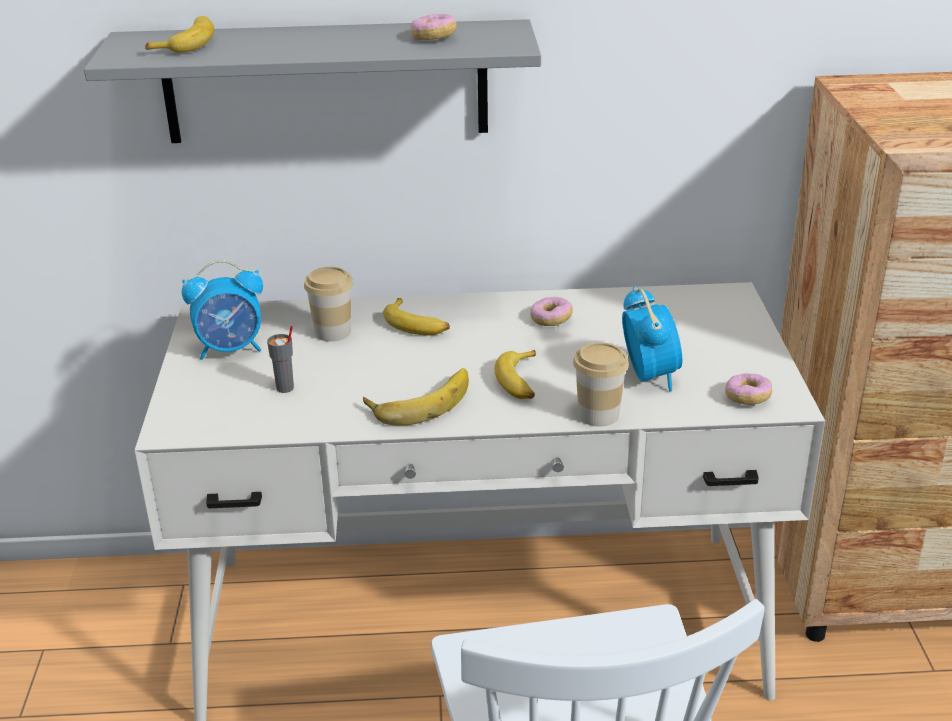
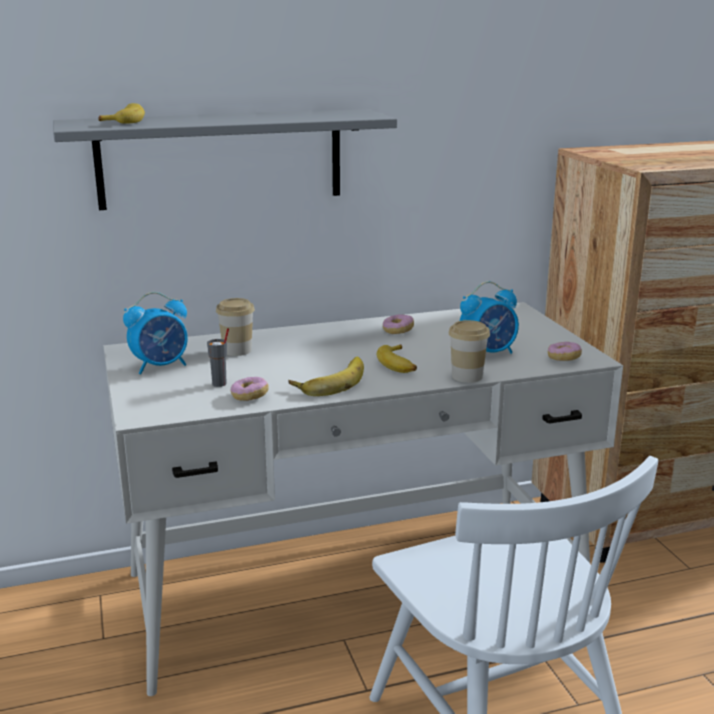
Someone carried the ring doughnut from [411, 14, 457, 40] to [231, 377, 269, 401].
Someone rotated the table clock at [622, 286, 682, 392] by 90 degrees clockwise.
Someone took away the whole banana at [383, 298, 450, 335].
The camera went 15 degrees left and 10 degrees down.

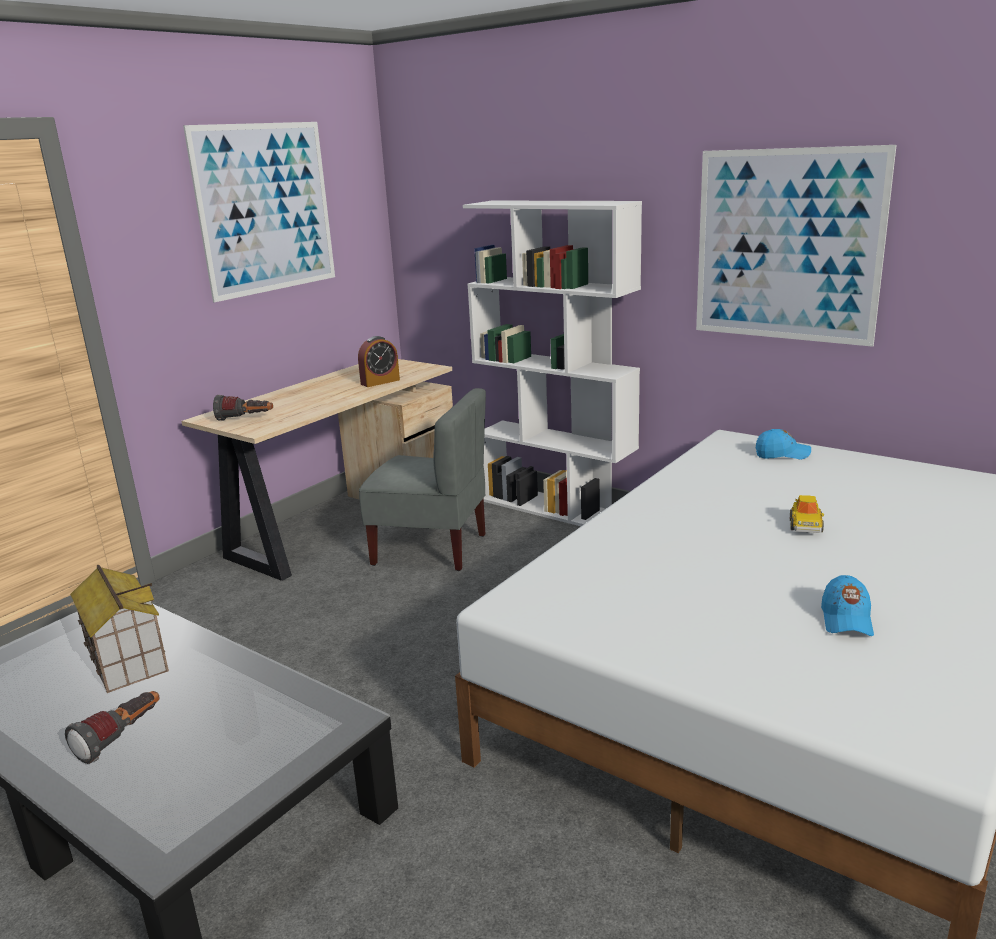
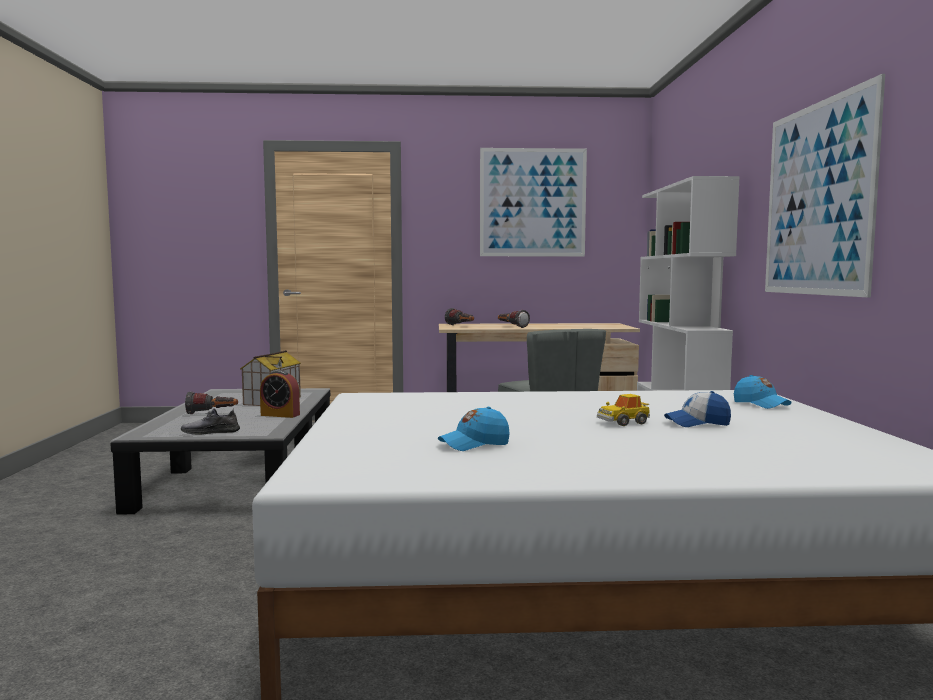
Someone put down the grey shoe at [181, 408, 240, 435].
Someone carried the table clock from [358, 336, 400, 387] to [260, 370, 300, 418].
Someone put down the torch at [498, 310, 530, 328].
Someone put down the peaked cap at [664, 391, 731, 427].
The camera went 50 degrees right and 15 degrees down.

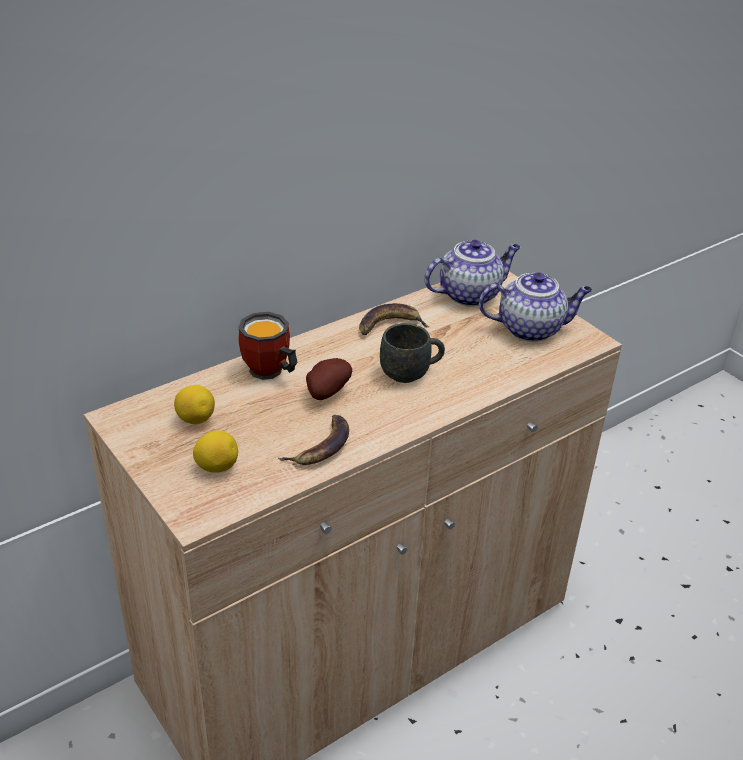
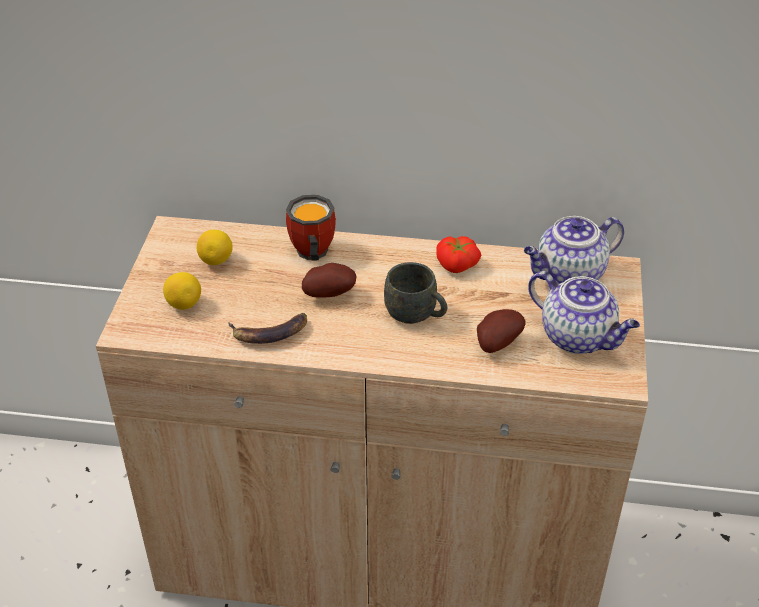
Someone swapped the whole banana at [359, 303, 430, 335] for the whole tomato at [436, 236, 481, 273].
Someone put down the spud at [477, 309, 525, 353].
Someone rotated the tea pot at [424, 240, 520, 306] by 135 degrees clockwise.
The camera went 45 degrees right and 5 degrees up.

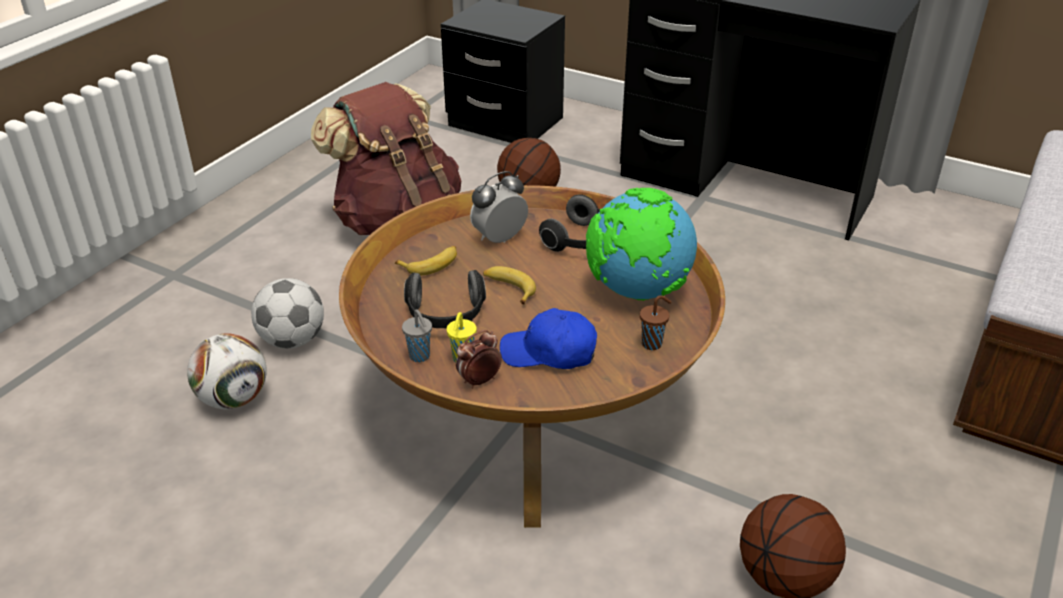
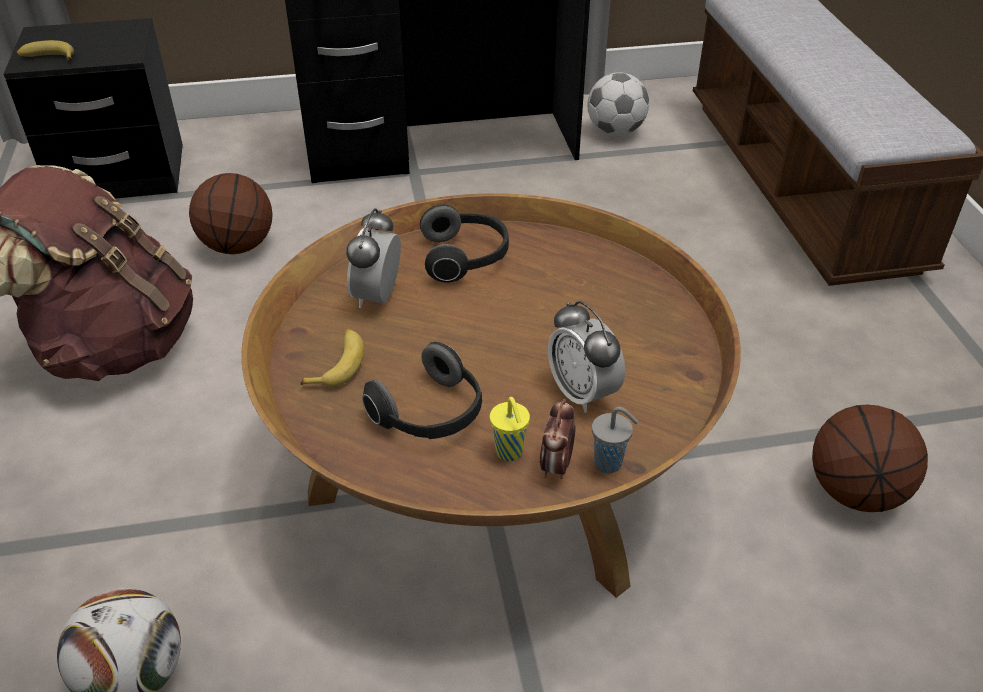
Someone carried the whole banana from [483, 266, 536, 305] to [16, 40, 74, 61].
Someone swapped the blue peaked cap at [500, 308, 597, 369] for the table clock at [548, 301, 625, 413].
Someone carried the ball for football from [251, 278, 324, 349] to [587, 72, 649, 136].
Someone carried the grey drinking cup from [402, 309, 432, 362] to [592, 407, 639, 473].
Someone took away the desk globe at [586, 188, 697, 301].
Someone took away the brown drinking cup at [640, 295, 671, 350].
The camera went 40 degrees left and 5 degrees up.

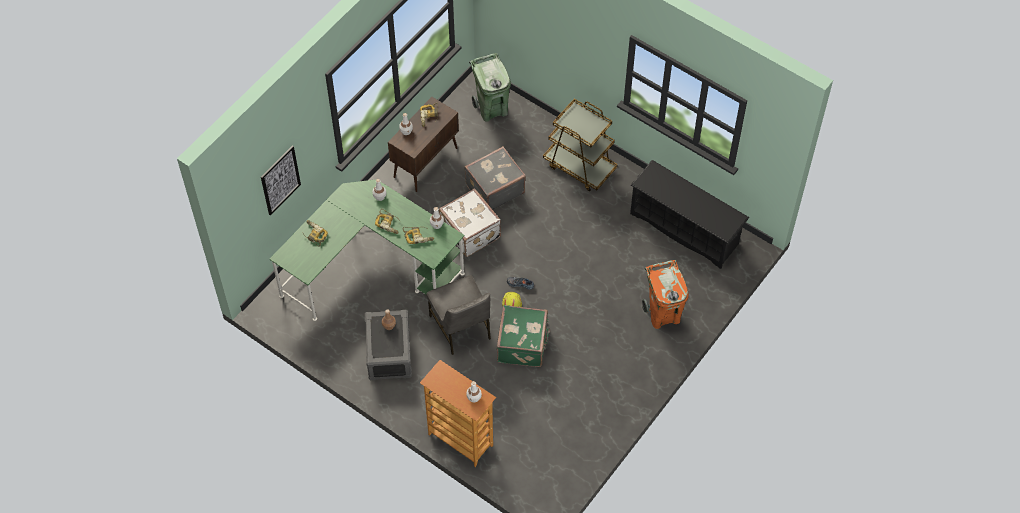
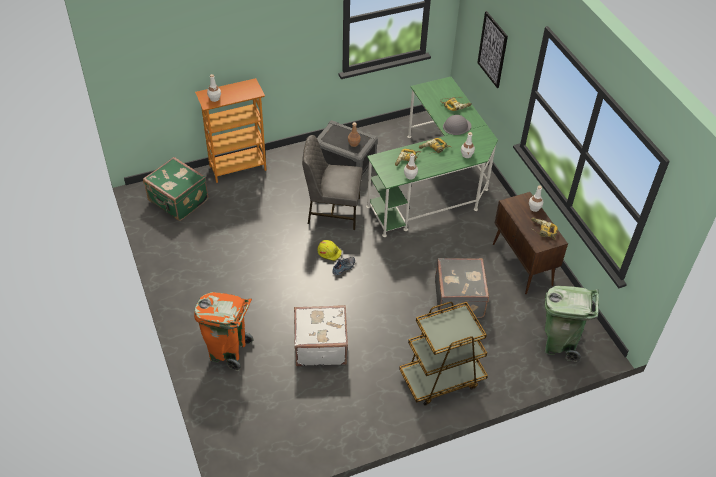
Someone carried the green suitcase from [497, 305, 550, 367] to [143, 157, 209, 221].
Someone carried the whitish suitcase from [439, 188, 501, 257] to [294, 305, 348, 366].
Someone put down the grey safety helmet at [443, 115, 471, 135].
Someone took away the blackish shoe shelf at [630, 160, 749, 269].
The camera went 120 degrees right and 10 degrees down.

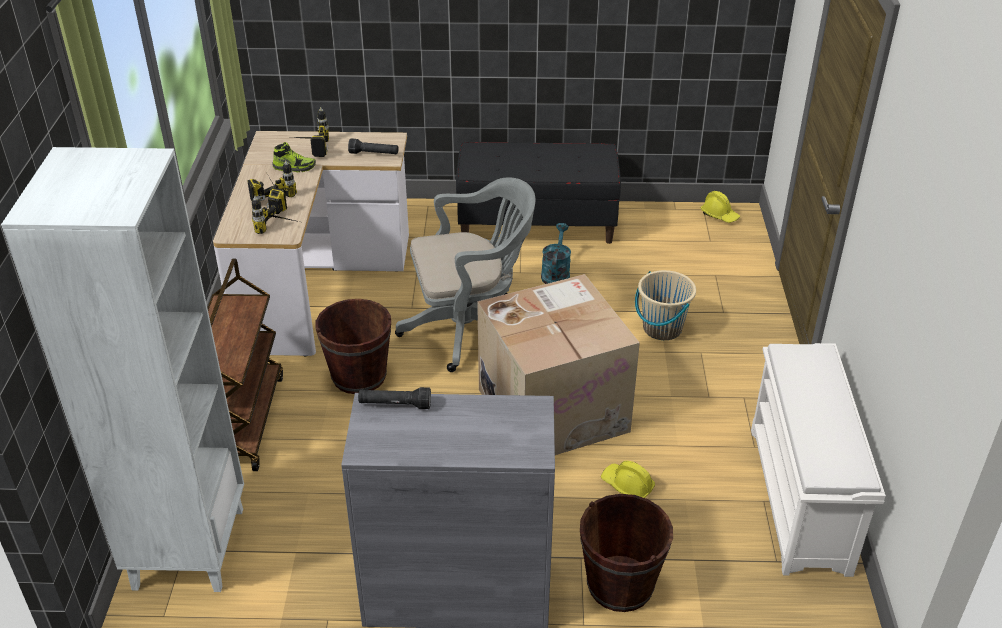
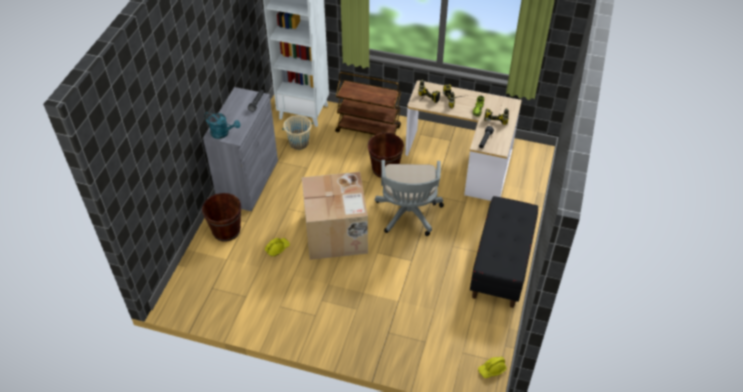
Someone carried the turquoise watering can from [541, 223, 571, 284] to [204, 112, 240, 139].
Someone carried the beige bucket from [635, 270, 696, 340] to [282, 115, 313, 150].
Someone took away the whitish shoe shelf at [751, 343, 886, 577].
The camera went 105 degrees right and 10 degrees up.

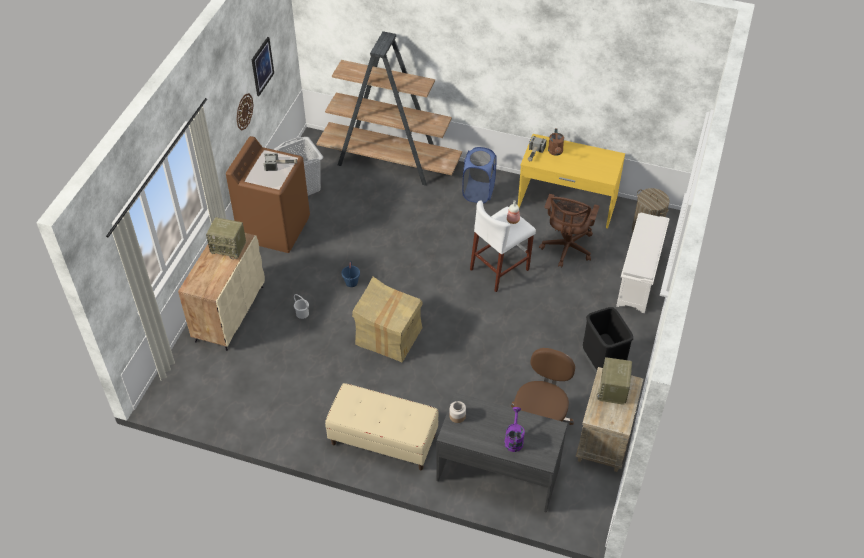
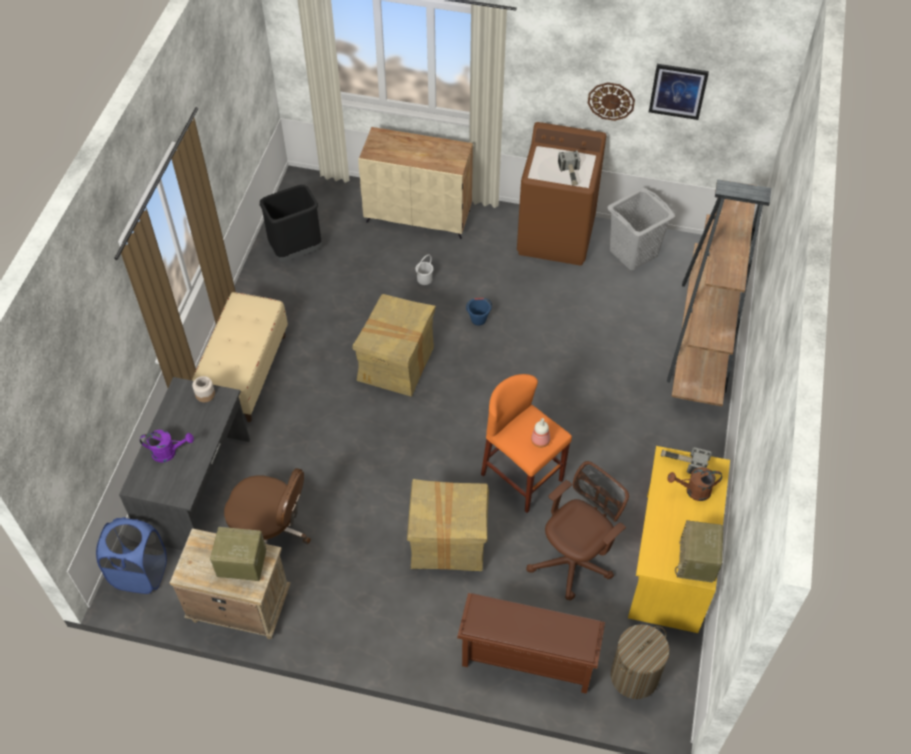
Someone carried the blue laundry basket from [462, 147, 497, 203] to [96, 517, 167, 594].
Someone carried the blackish rubbish bin from [582, 307, 633, 373] to [260, 185, 322, 262].
Someone put down the packing box at [407, 479, 489, 571].
Someone repainted the whitish shoe shelf at [616, 213, 670, 313], which became the brown shoe shelf at [457, 593, 605, 694].
Someone repainted the whitish stool at [470, 201, 536, 292], which became the orange-coloured stool at [481, 374, 572, 513].
Someone rotated the brown desk chair at [539, 194, 600, 267] by 120 degrees clockwise.
Someone carried the radio receiver from [206, 217, 246, 259] to [675, 520, 723, 583].
The camera went 85 degrees right and 5 degrees up.

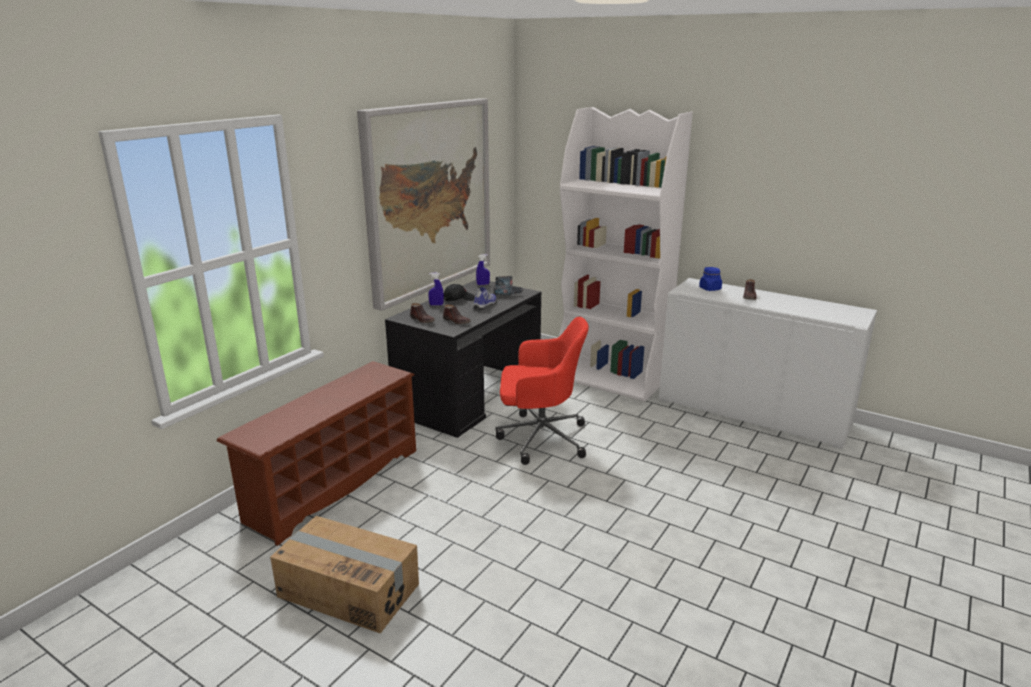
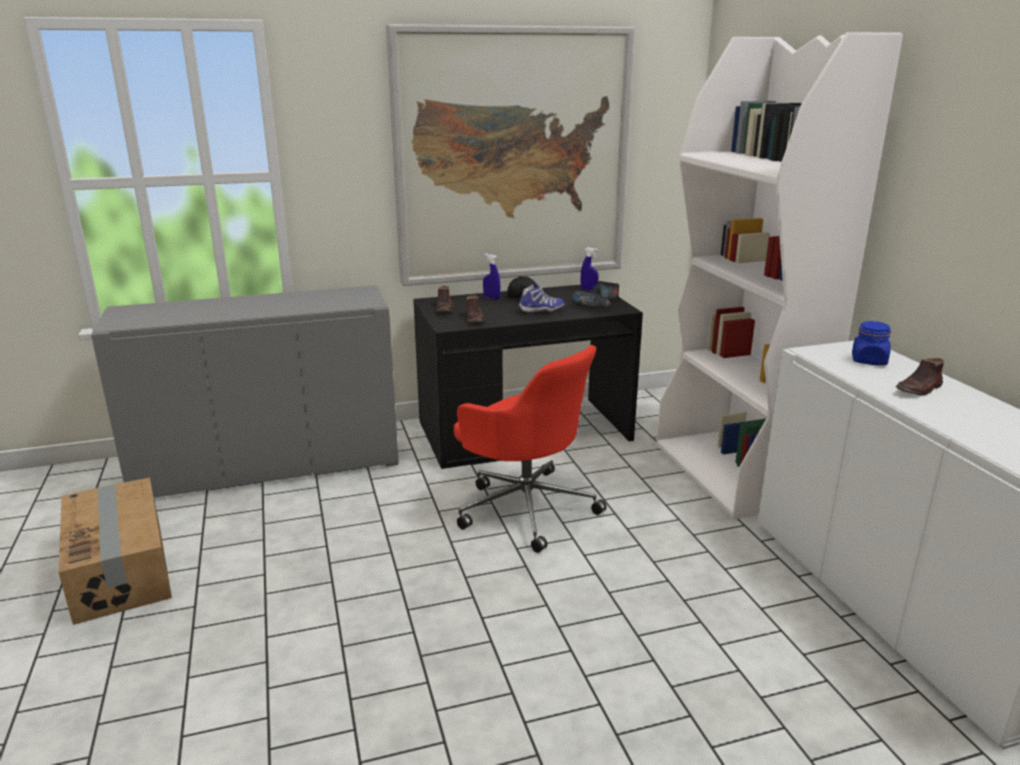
Someone swapped the brown shoe shelf at [217, 361, 416, 546] for the grey cupboard at [91, 285, 399, 498].
The camera went 40 degrees right and 0 degrees up.

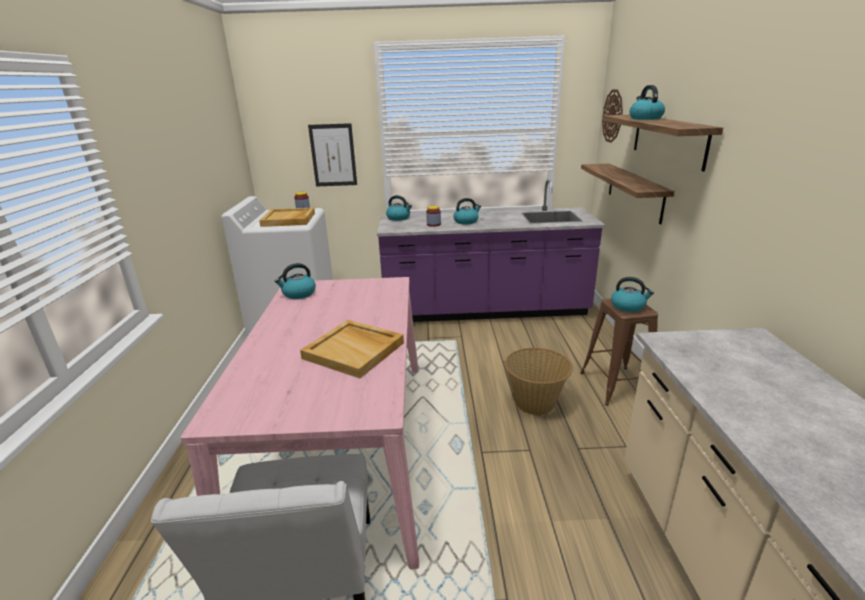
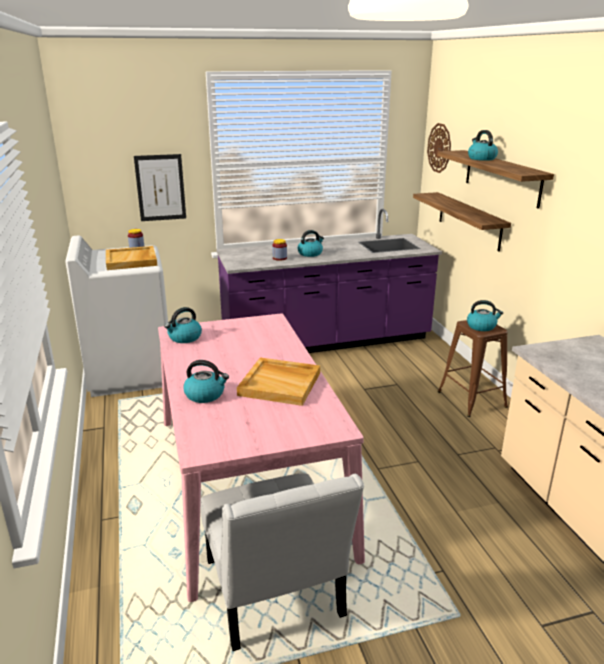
Someone carried the tea kettle from [386, 195, 412, 221] to [183, 360, 229, 403].
Someone took away the basket at [505, 348, 573, 415].
The camera went 15 degrees left and 0 degrees up.

